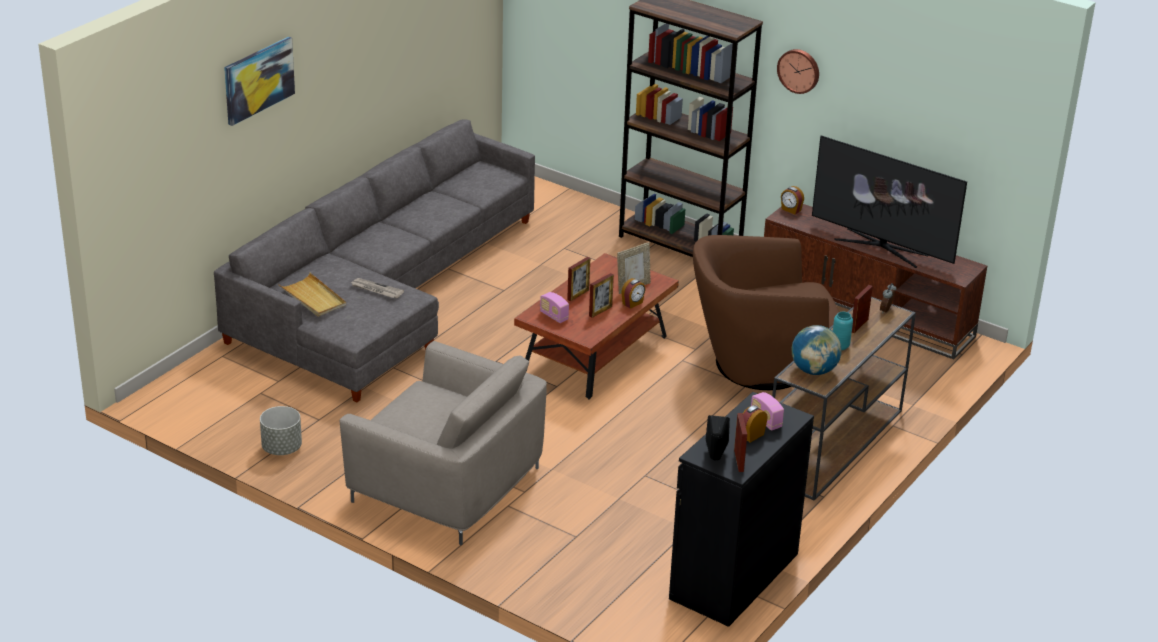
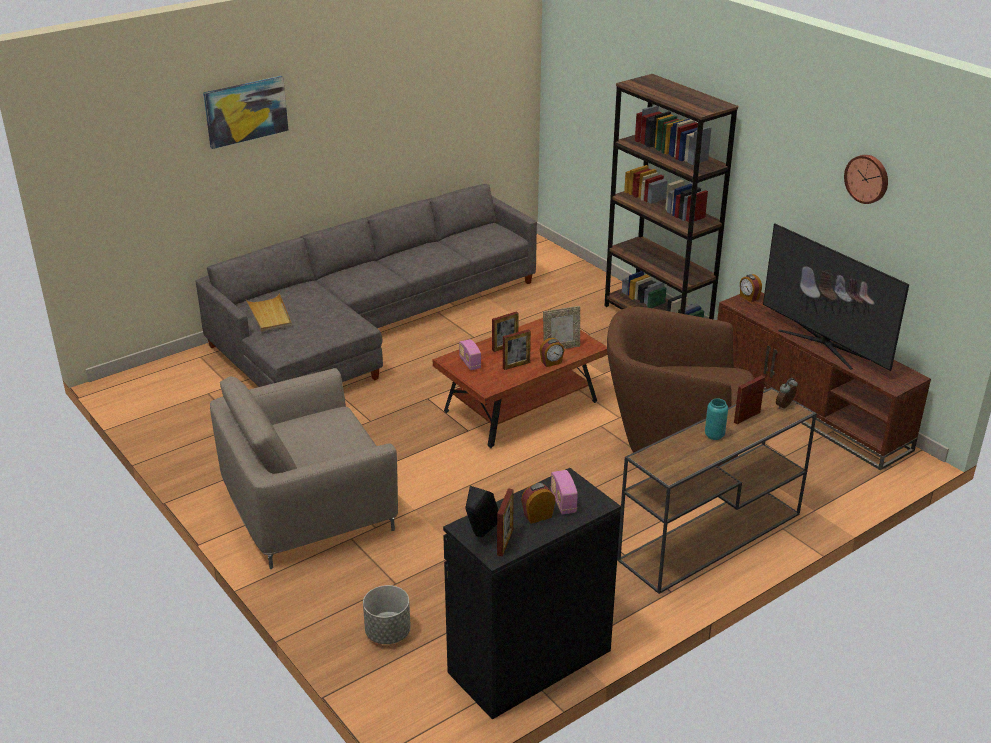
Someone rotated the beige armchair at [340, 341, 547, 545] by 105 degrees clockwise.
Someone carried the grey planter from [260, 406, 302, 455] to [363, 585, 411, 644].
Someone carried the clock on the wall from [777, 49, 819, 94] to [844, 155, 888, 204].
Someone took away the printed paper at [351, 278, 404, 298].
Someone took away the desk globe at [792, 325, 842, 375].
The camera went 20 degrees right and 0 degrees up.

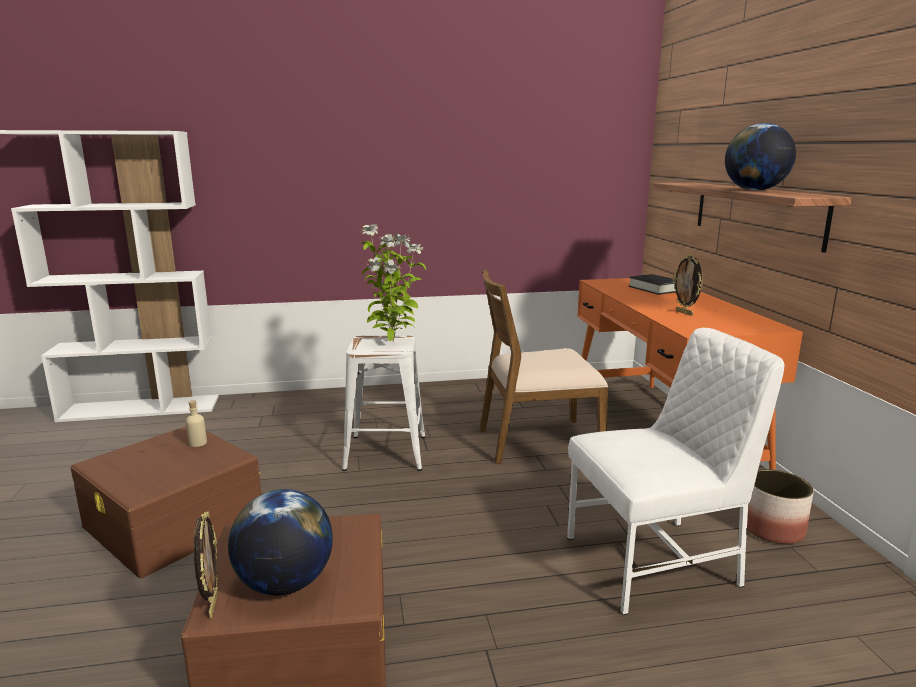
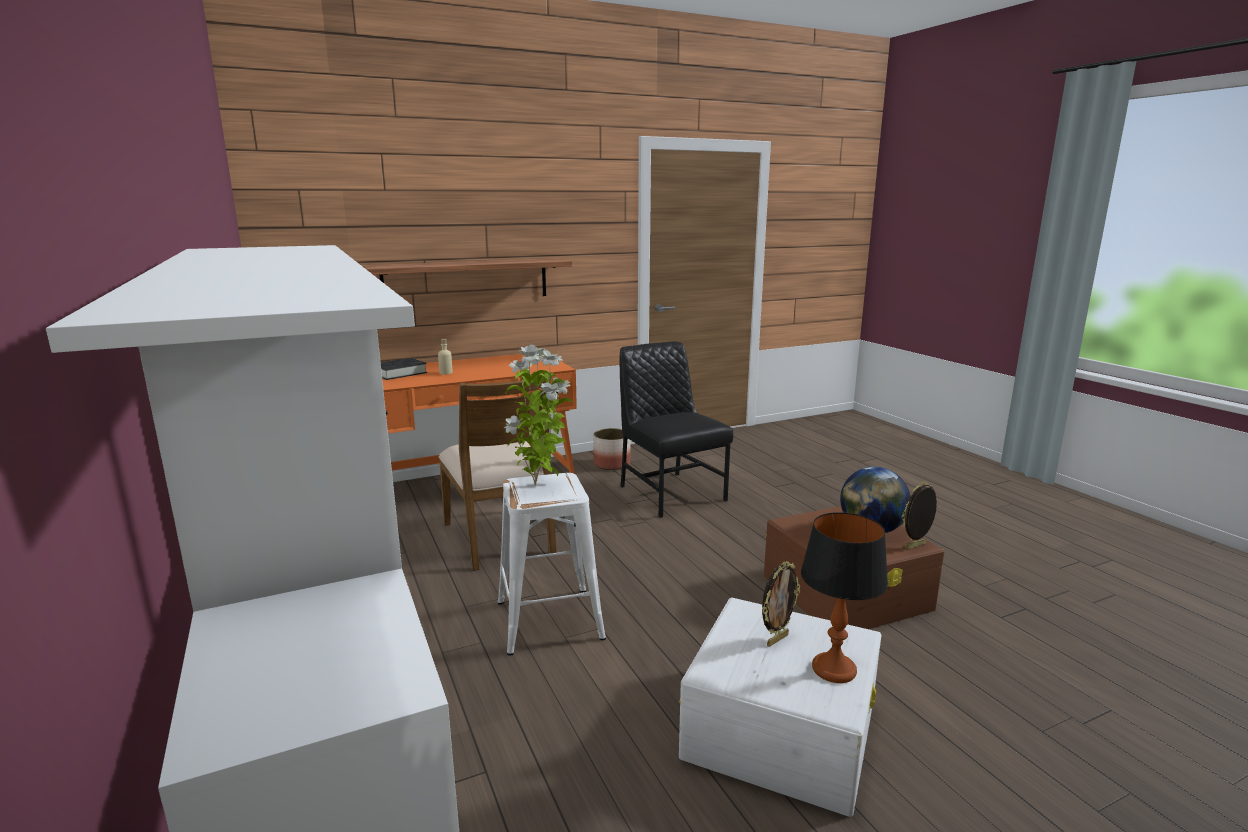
Someone carried the beige drink bottle from [186, 401, 207, 447] to [438, 339, 453, 374].
Someone repainted the whitish chair at [567, 328, 785, 615], which became the blackish chair at [619, 342, 733, 518].
Someone repainted the brown storage box at [70, 426, 261, 579], which became the whitish storage box at [679, 598, 881, 817].
Someone carried the photo frame from [673, 254, 703, 316] to [762, 561, 800, 647].
Someone put down the lamp for a table at [801, 512, 888, 683].
Someone took away the desk globe at [725, 123, 796, 191].
The camera went 105 degrees left and 0 degrees up.

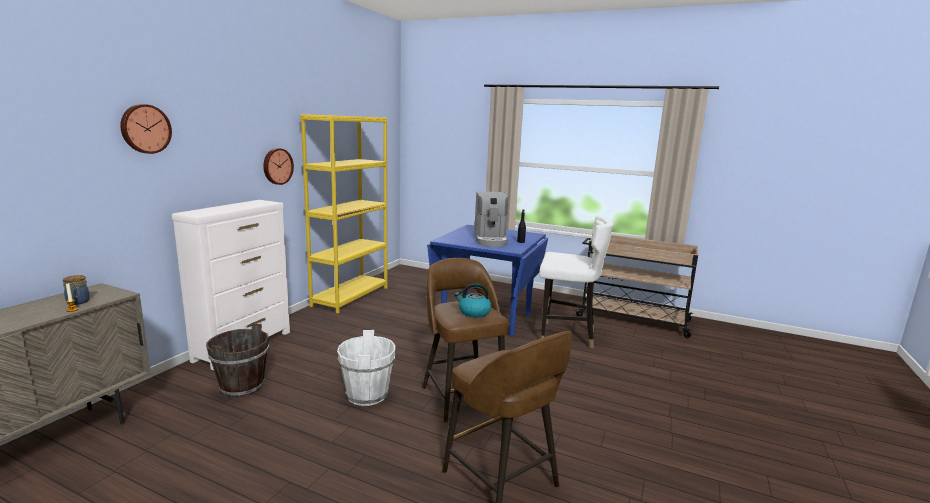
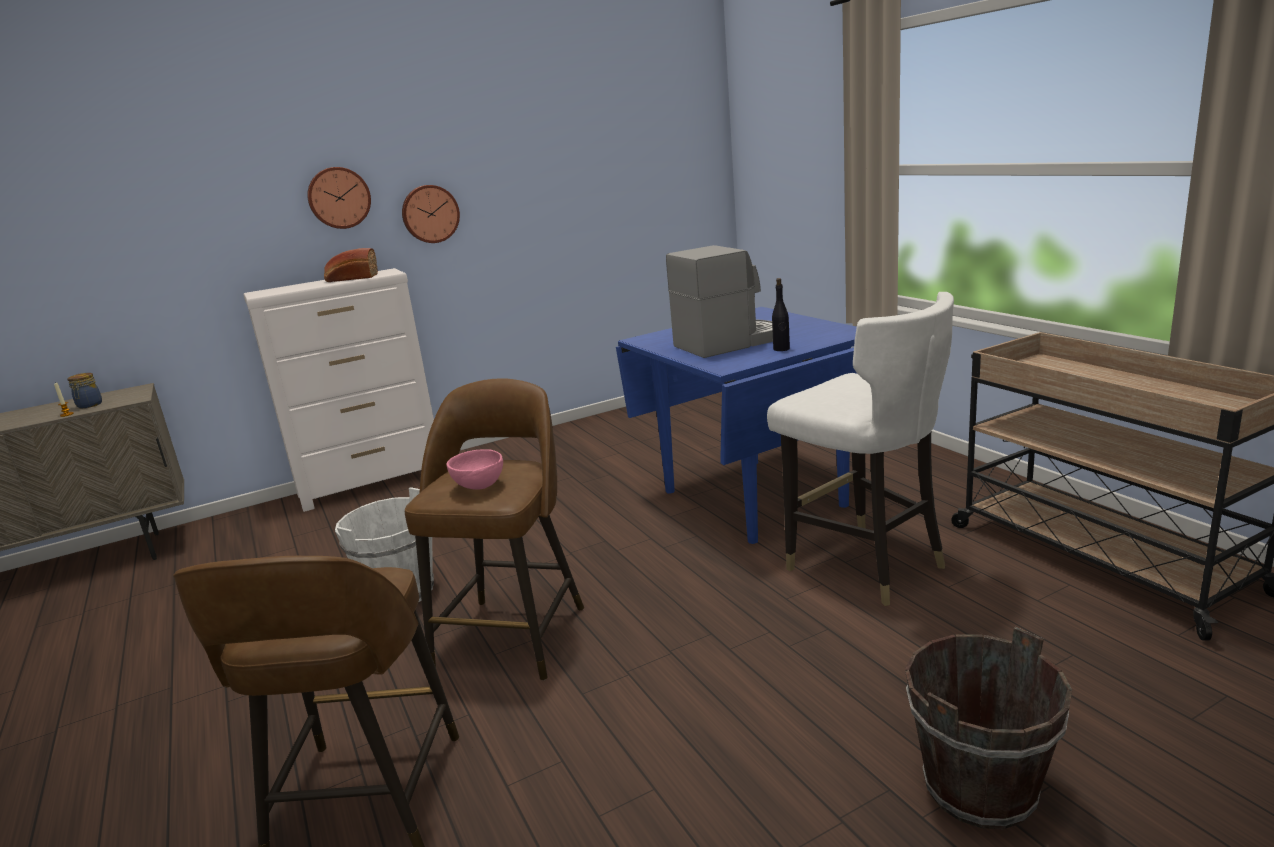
Someone carried the clock on the wall from [120, 104, 172, 154] to [307, 167, 371, 229].
Someone put down the bakery bread at [324, 248, 378, 282].
Someone swapped the tea kettle at [455, 283, 491, 317] for the pink-coloured bowl at [447, 449, 503, 490].
Someone rotated the coffee brewer at [474, 191, 508, 247] by 150 degrees counterclockwise.
Someone carried the brown bucket from [206, 323, 269, 398] to [905, 627, 1072, 829].
Someone took away the yellow-coloured bookshelf at [300, 114, 387, 314].
The camera went 40 degrees right and 5 degrees up.

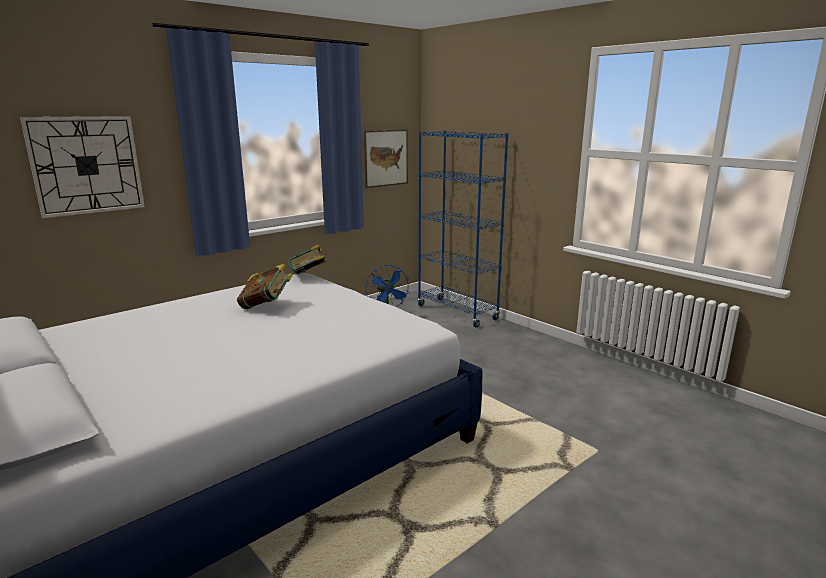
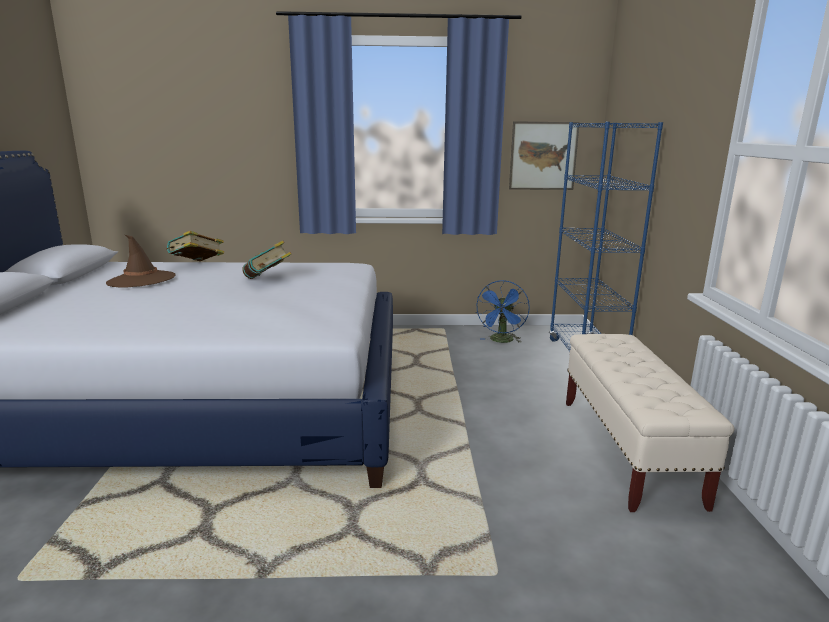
Someone put down the brown wearable hat at [106, 235, 176, 288].
Someone carried the volume from [288, 244, 327, 274] to [167, 231, 224, 261].
Someone put down the beige bench at [566, 334, 735, 512].
Someone took away the clock on the wall at [20, 116, 145, 218].
The camera went 40 degrees right and 0 degrees up.

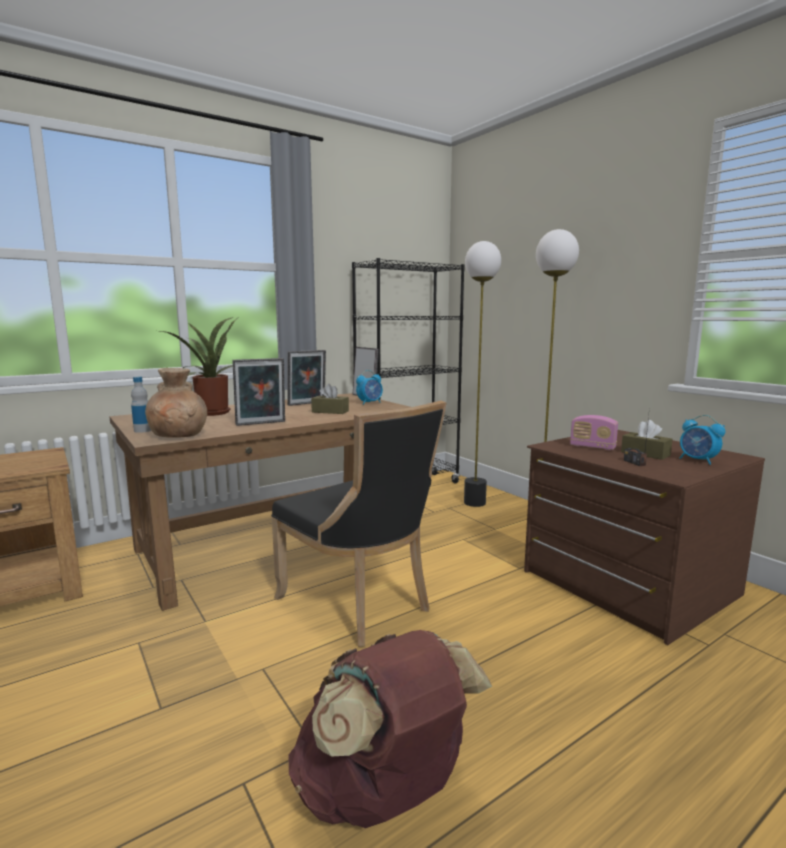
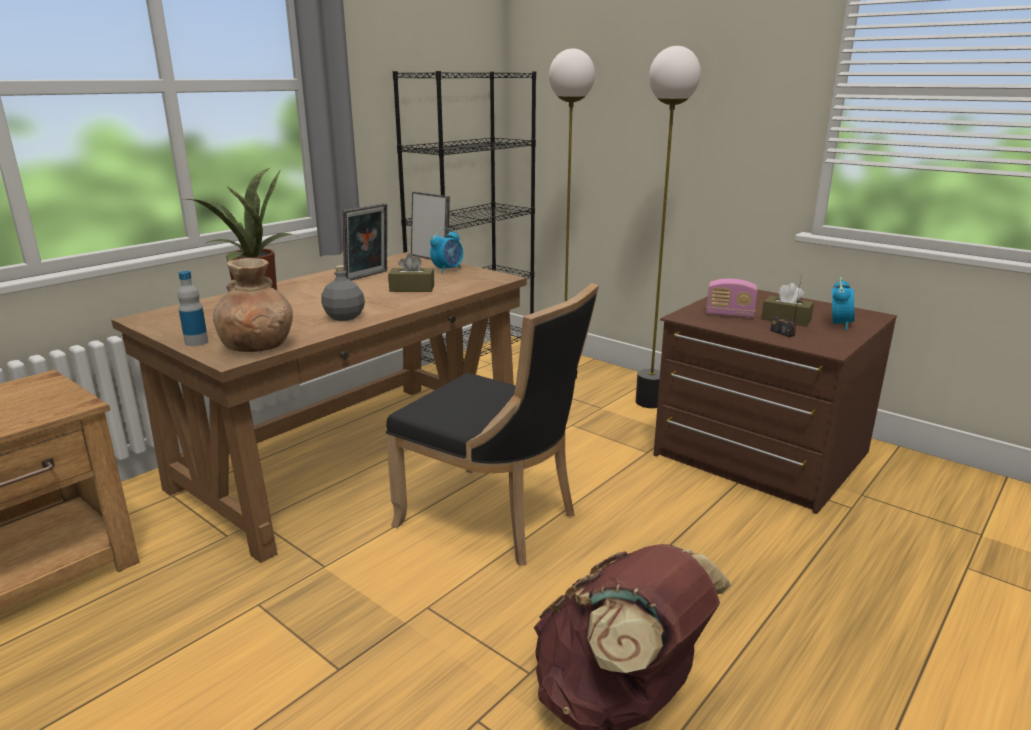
Someone swapped the photo frame at [232, 358, 285, 426] for the grey drink bottle at [321, 265, 365, 321].
Someone rotated the table clock at [680, 415, 725, 465] by 105 degrees counterclockwise.
The camera went 15 degrees left and 10 degrees up.

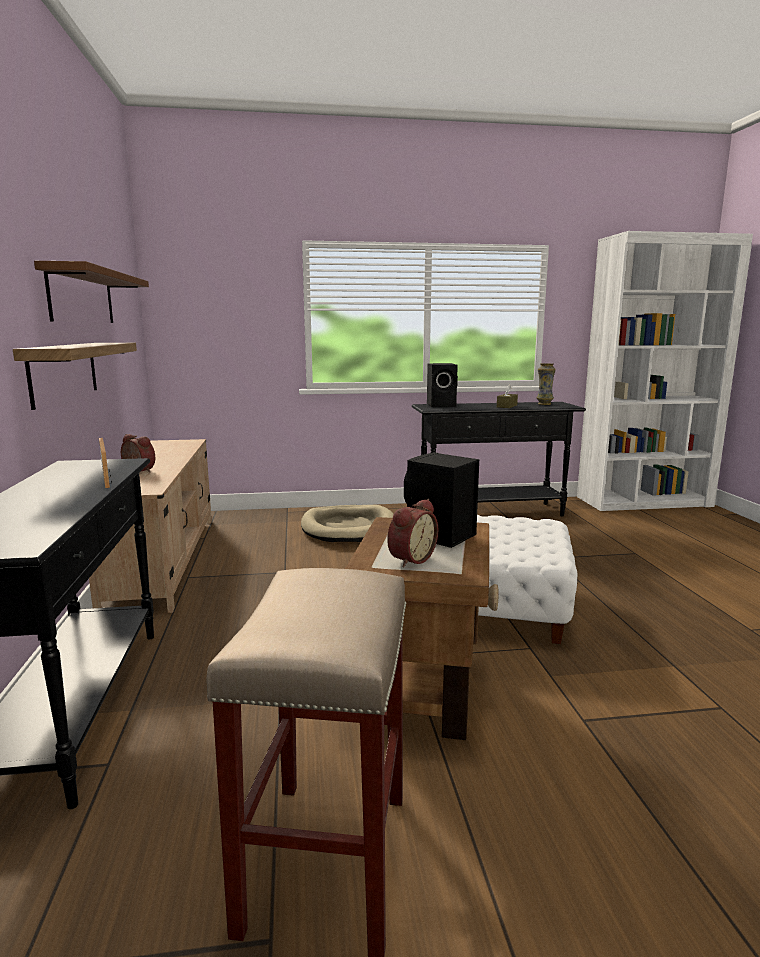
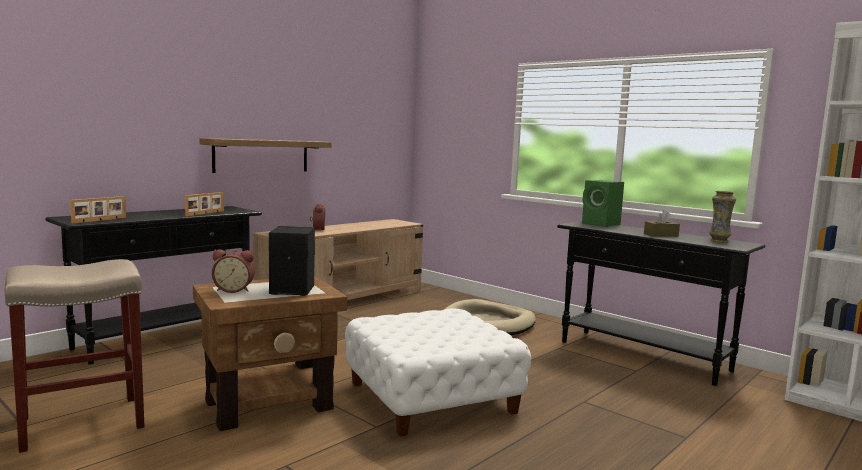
Someone put down the photo frame at [70, 196, 126, 224].
Someone repainted the blackish loudspeaker at [427, 363, 458, 407], which became the green loudspeaker at [582, 180, 624, 227].
Someone took away the brown bracket shelf at [34, 261, 149, 323].
The camera went 50 degrees right and 5 degrees down.

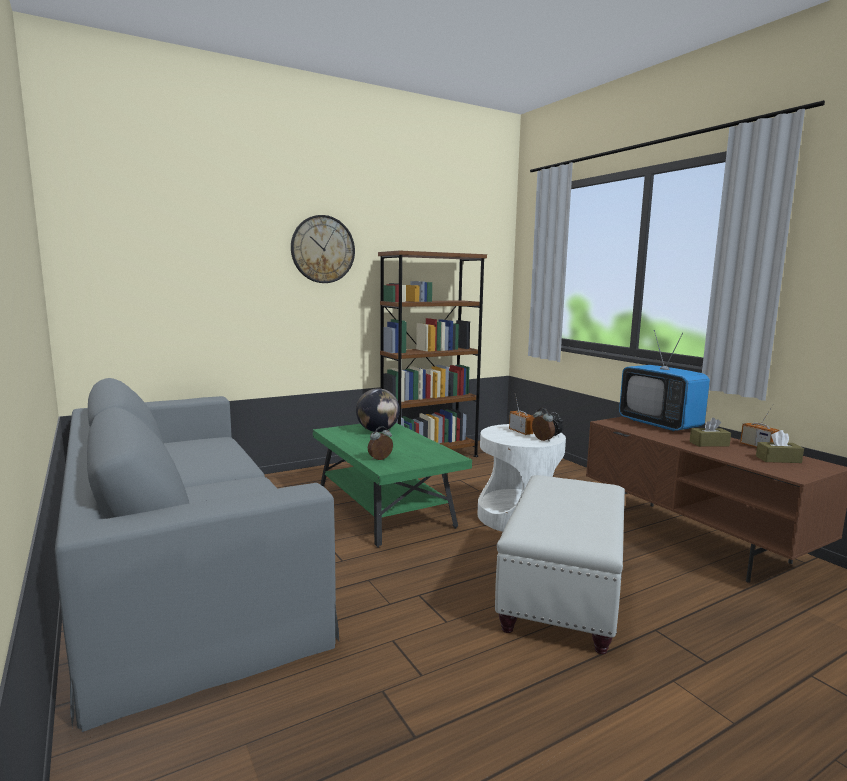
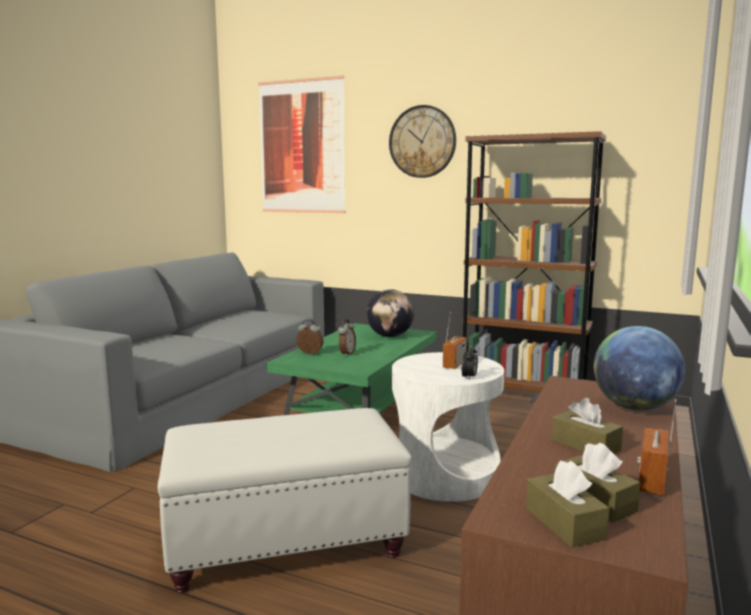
Someone put up the wall picture at [258, 75, 346, 213].
Someone carried the table clock from [532, 408, 555, 442] to [338, 319, 356, 356].
Someone put down the brown tissue holder at [526, 461, 610, 548].
Someone swapped the television at [619, 330, 710, 432] for the desk globe at [594, 326, 685, 410].
The camera went 55 degrees right and 0 degrees up.

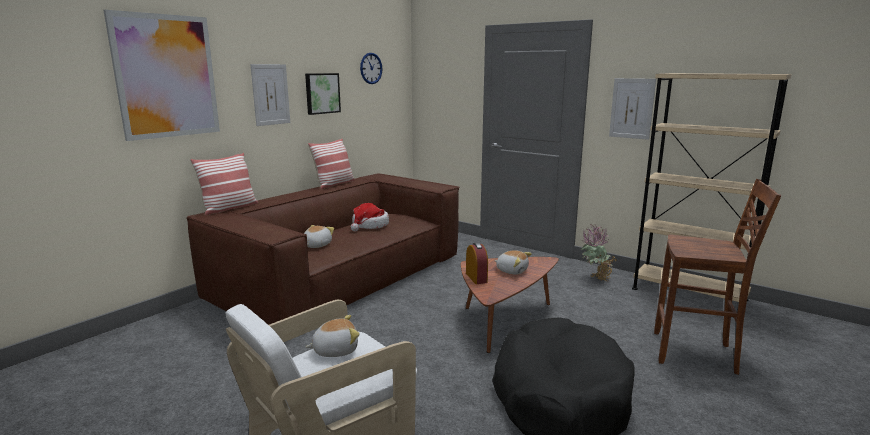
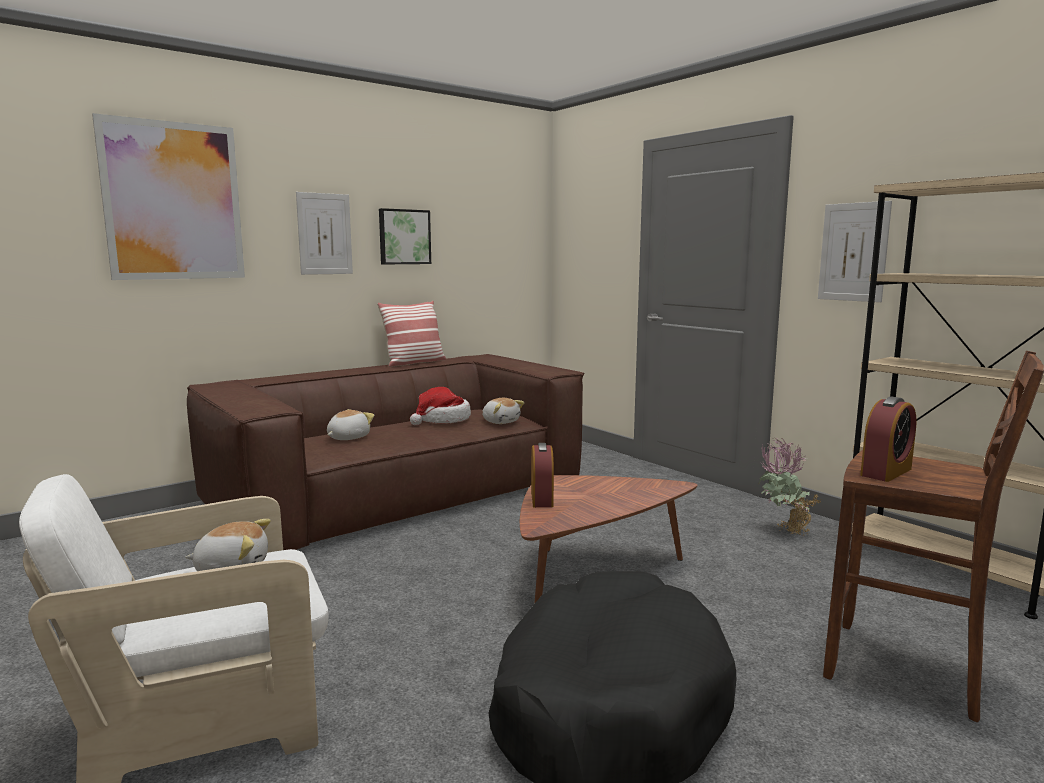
Someone carried the cuddly toy from [495, 250, 532, 275] to [482, 398, 524, 424].
Someone put down the table clock at [860, 396, 917, 482].
Someone took away the cushion at [190, 153, 258, 215].
Someone took away the clock on the wall at [360, 53, 383, 84].
The camera went 15 degrees right and 5 degrees down.

